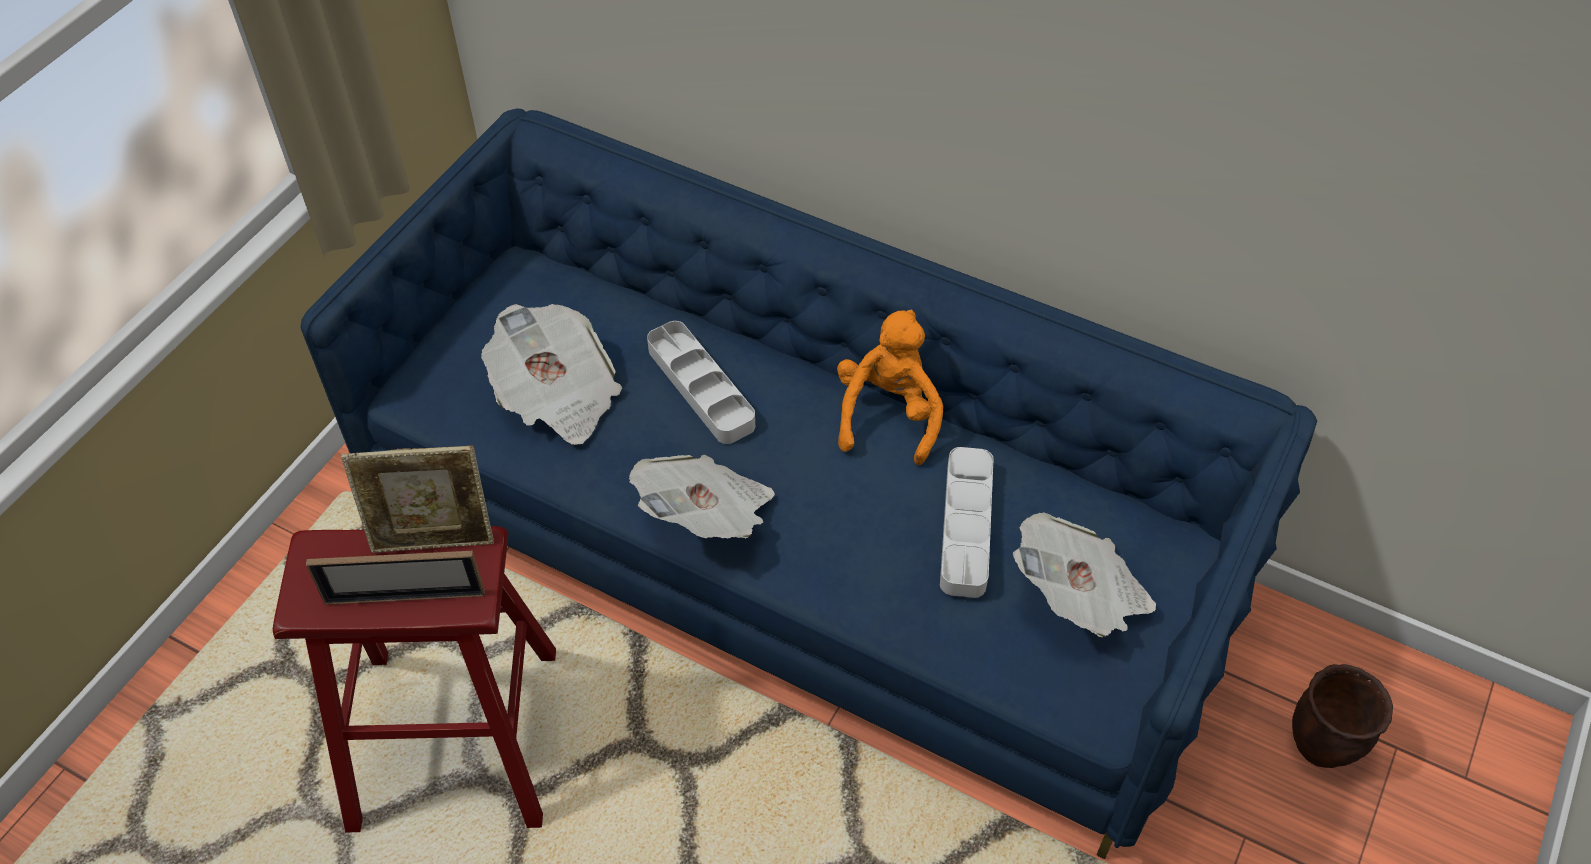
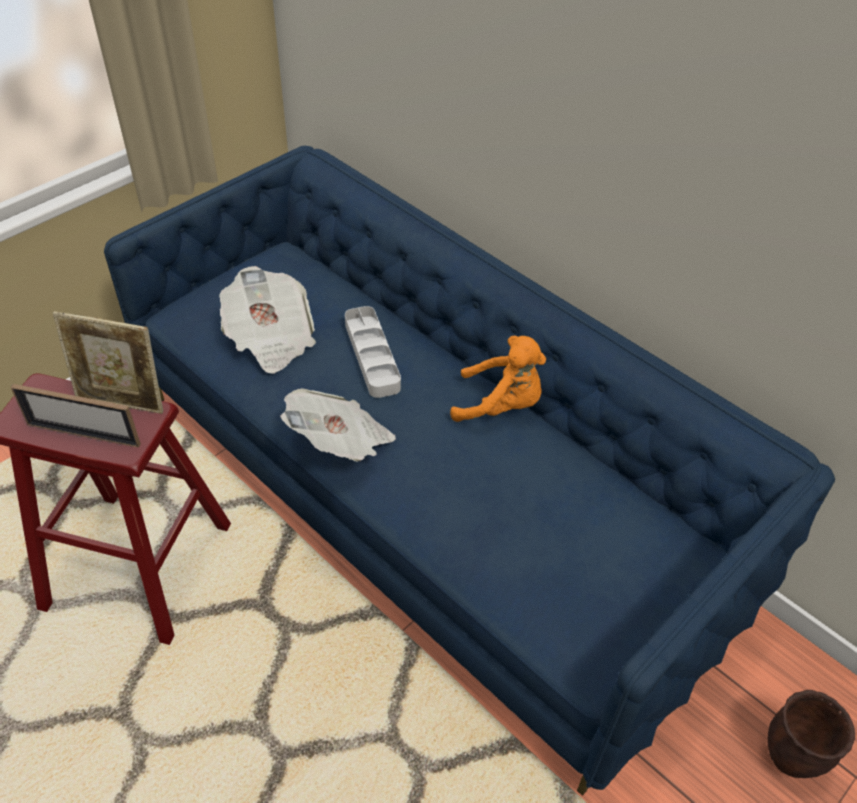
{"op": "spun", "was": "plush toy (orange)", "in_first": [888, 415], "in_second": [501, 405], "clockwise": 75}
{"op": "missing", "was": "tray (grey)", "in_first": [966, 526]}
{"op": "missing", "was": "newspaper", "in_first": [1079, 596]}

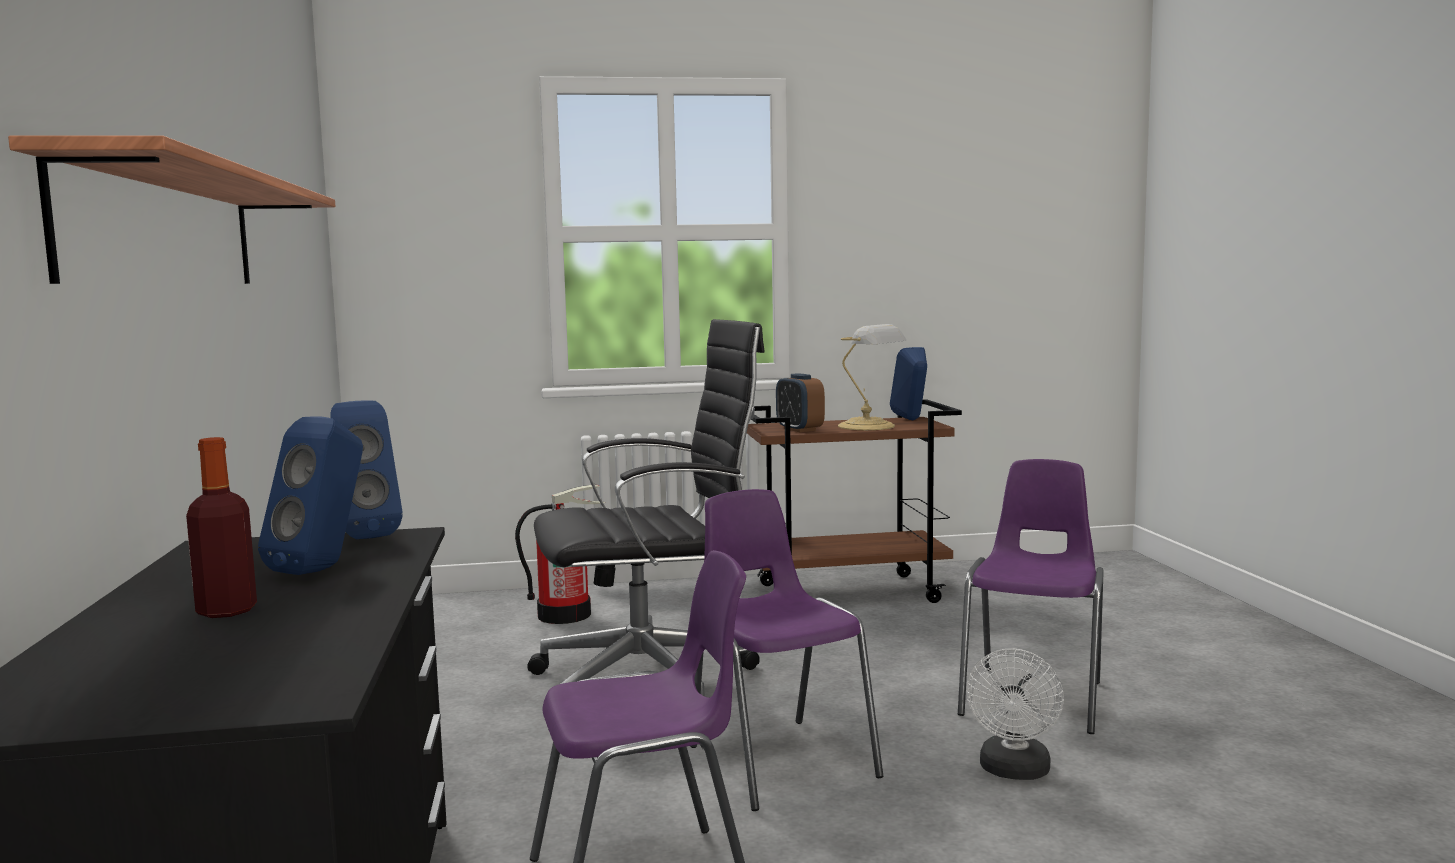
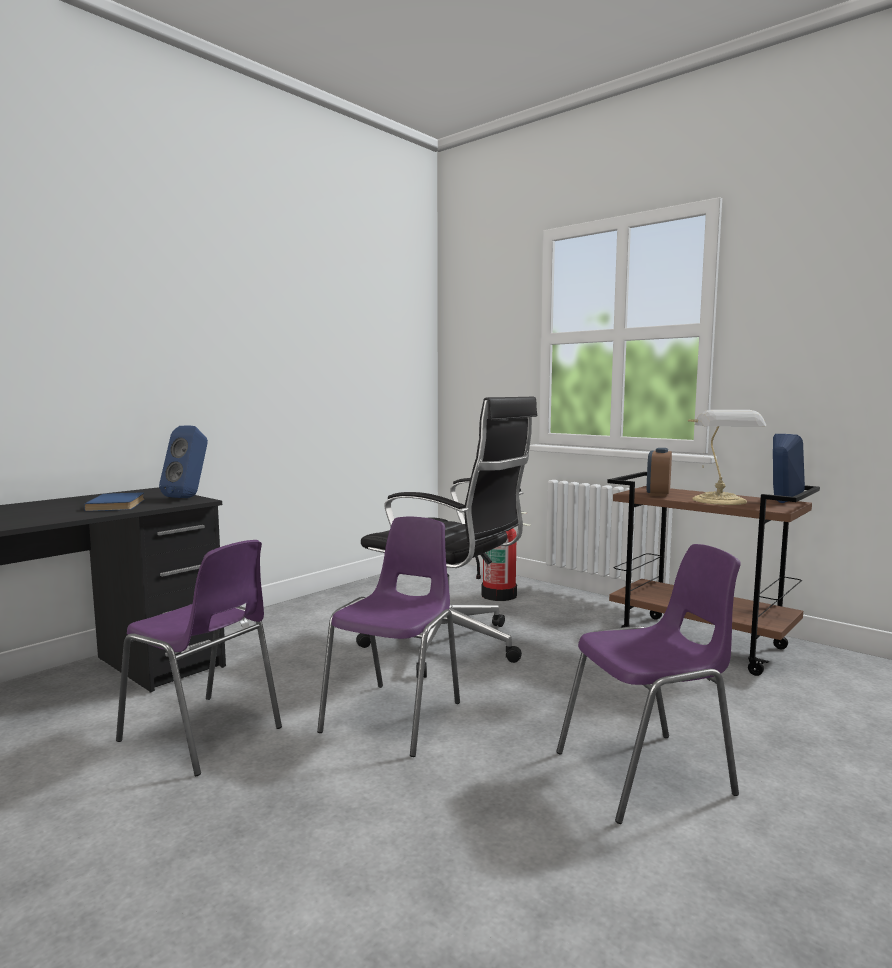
{"op": "missing", "was": "shelf", "in_first": [166, 230]}
{"op": "missing", "was": "bottle", "in_first": [227, 611]}
{"op": "exchanged", "was": "speaker (blue)", "now": "book (blue)", "in_first": [323, 569], "in_second": [118, 505]}
{"op": "missing", "was": "fan (white)", "in_first": [1014, 772]}

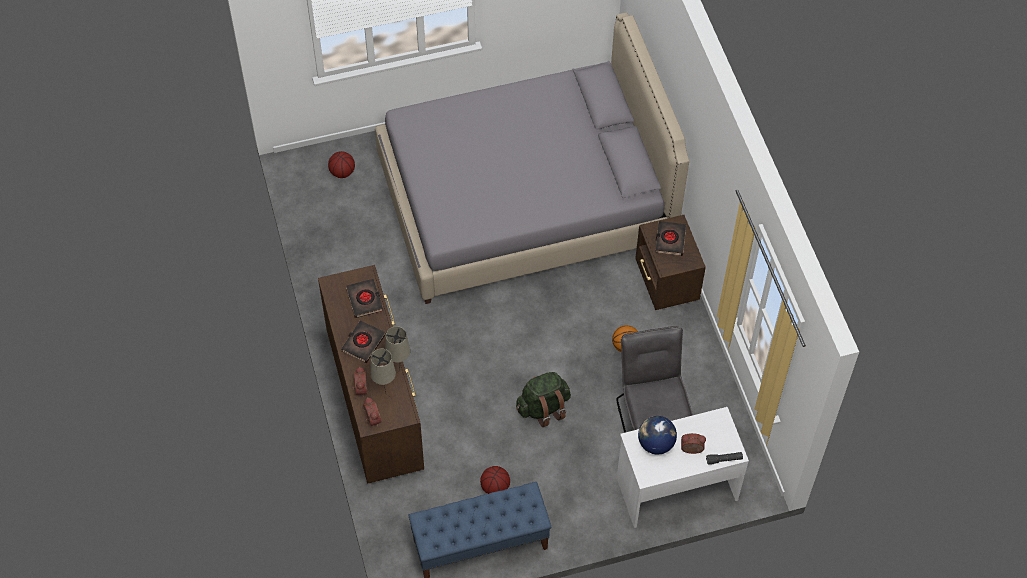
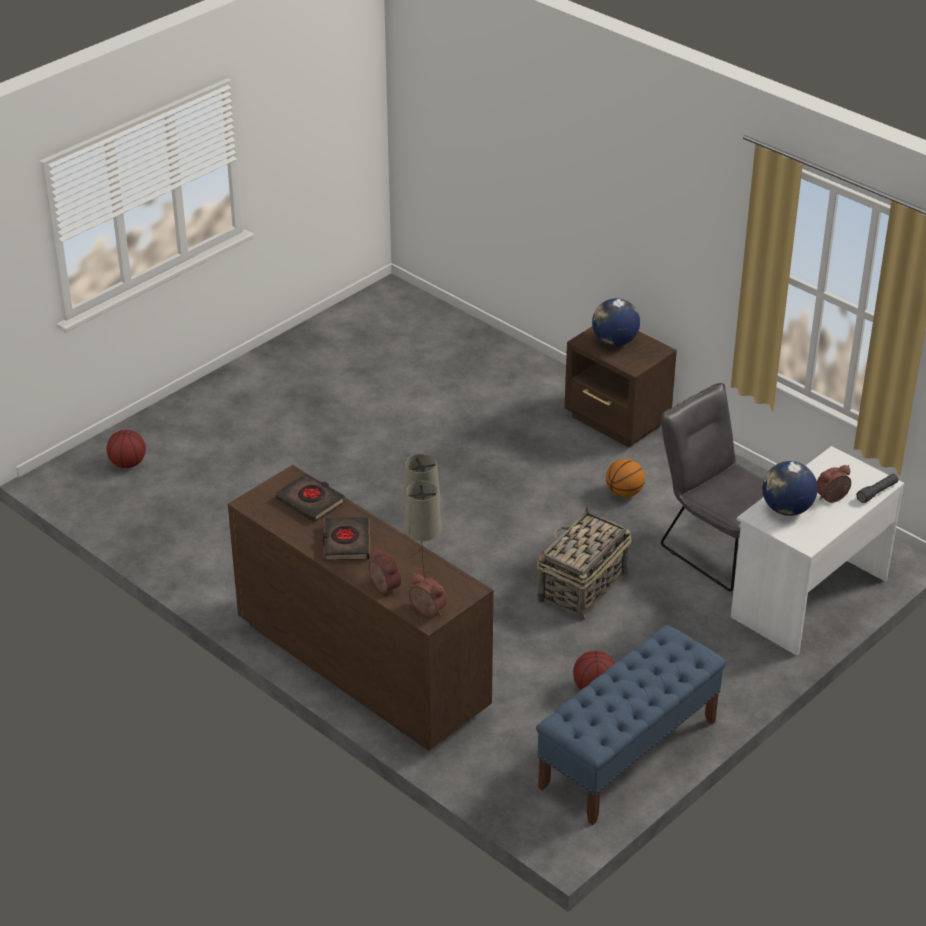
{"op": "missing", "was": "bed (grey)", "in_first": [525, 201]}
{"op": "exchanged", "was": "backpack (green)", "now": "basket", "in_first": [543, 408], "in_second": [581, 587]}
{"op": "exchanged", "was": "book (black)", "now": "globe", "in_first": [670, 240], "in_second": [614, 342]}

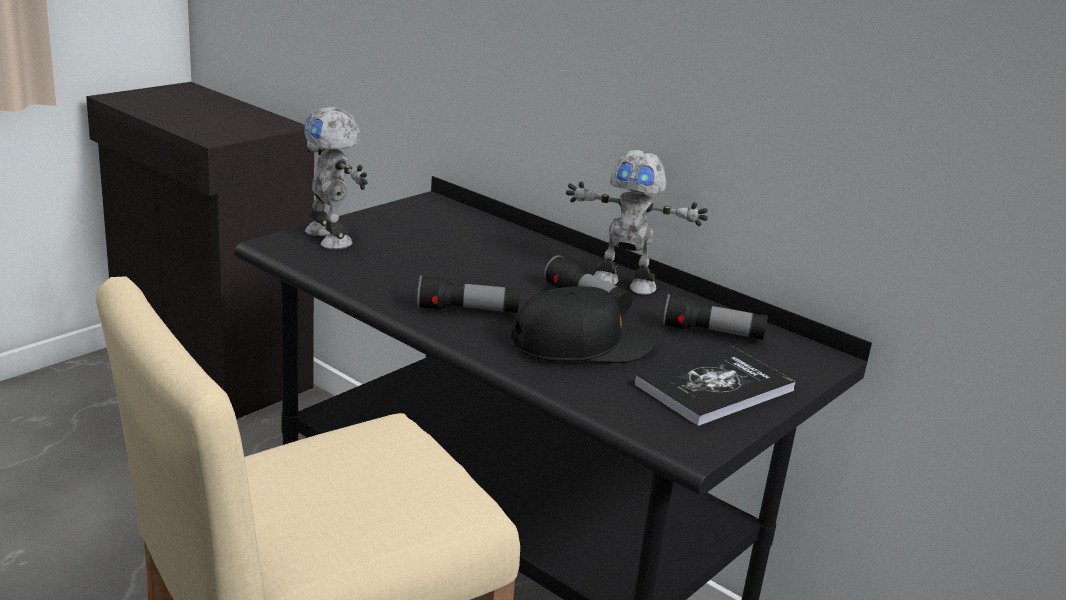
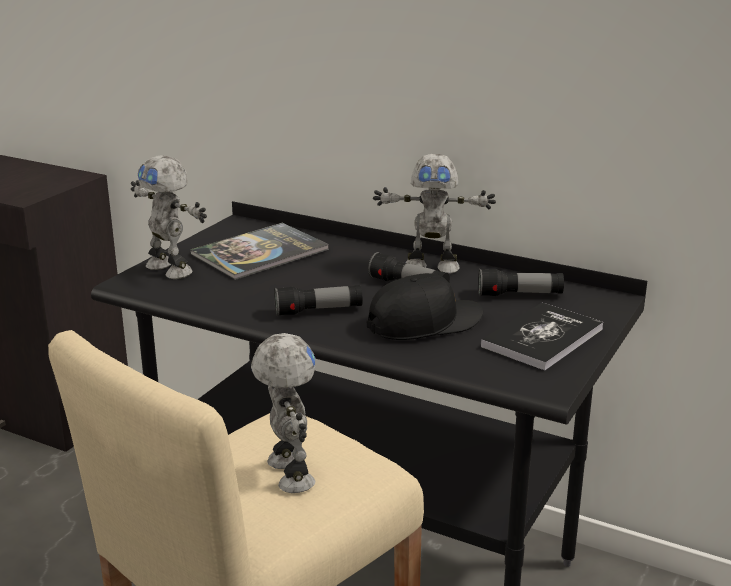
{"op": "appeared", "now": "book", "in_second": [260, 253]}
{"op": "appeared", "now": "toy robot", "in_second": [287, 474]}

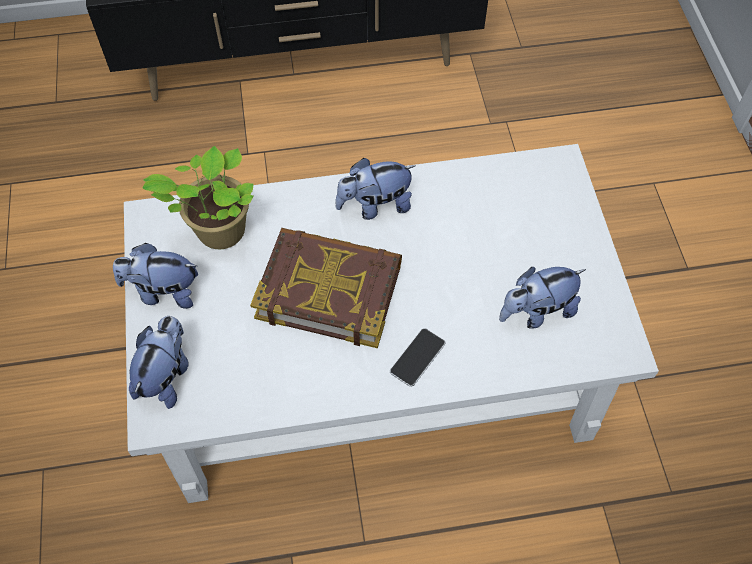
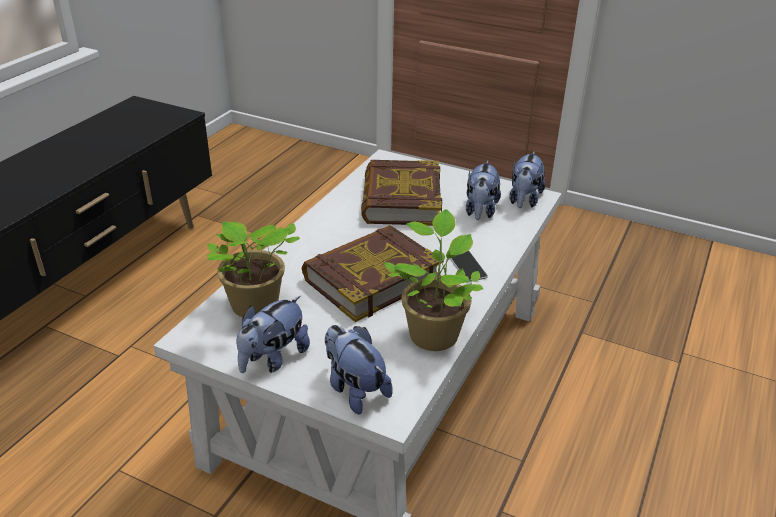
{"op": "relocated", "was": "plush toy", "in_first": [375, 206], "in_second": [524, 200]}
{"op": "appeared", "now": "book", "in_second": [401, 200]}
{"op": "appeared", "now": "potted plant", "in_second": [433, 333]}

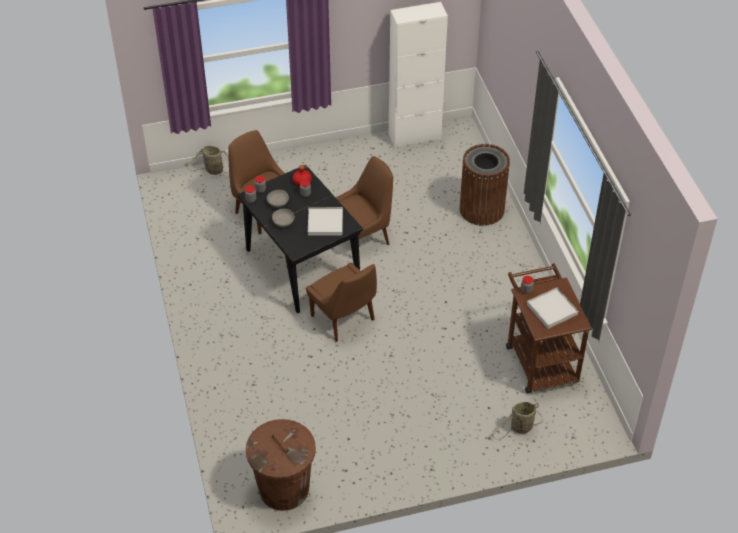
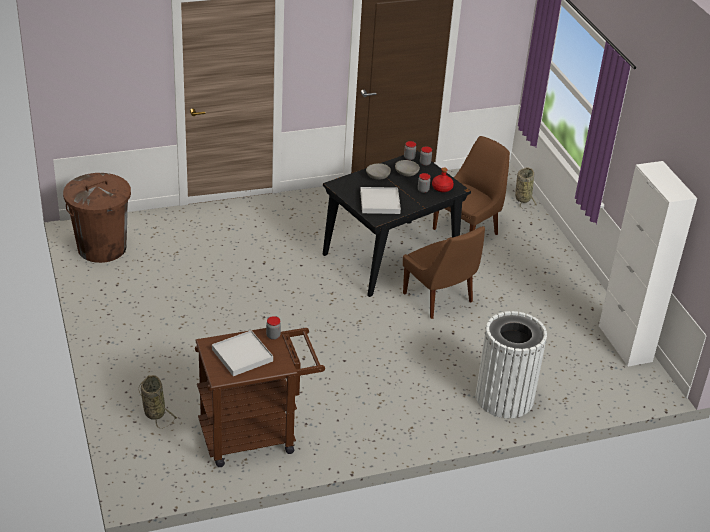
{"op": "missing", "was": "chair (brown)", "in_first": [344, 319]}
{"op": "colour", "was": "trash can (brown)", "now": "trash can (white)", "in_first": [482, 209], "in_second": [504, 398]}

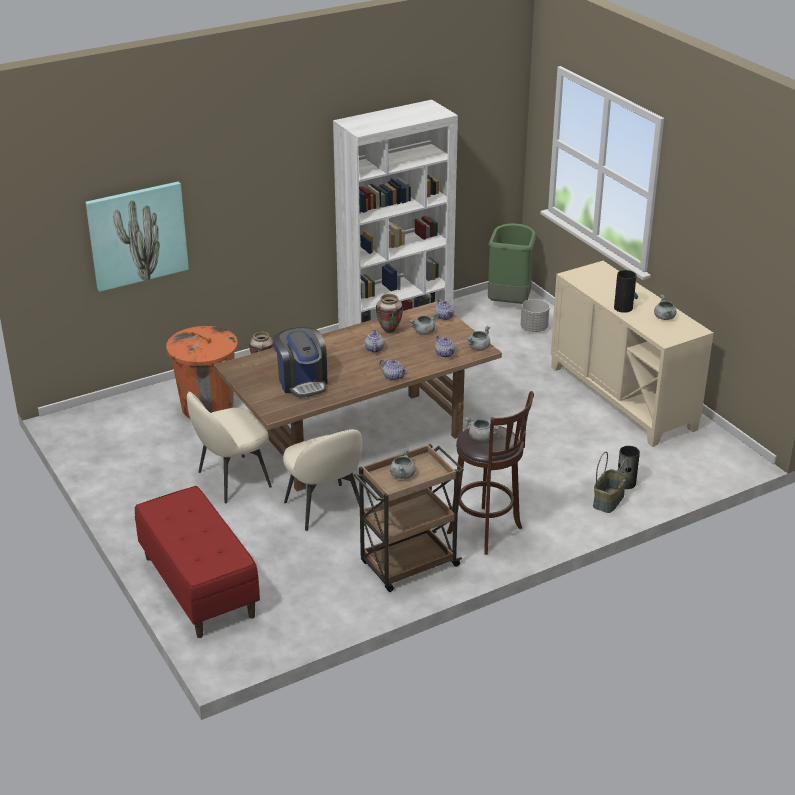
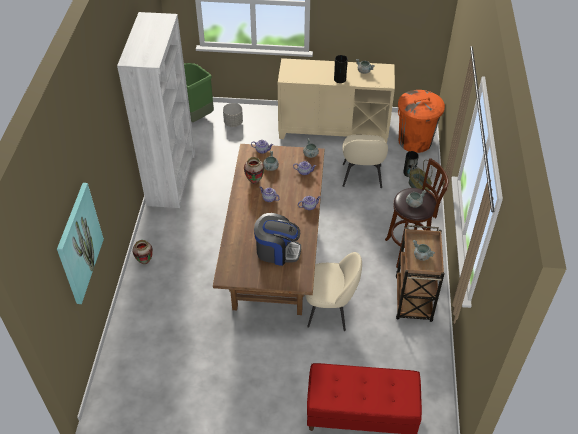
{"op": "relocated", "was": "trash can (orange)", "in_first": [207, 407], "in_second": [415, 141]}
{"op": "relocated", "was": "chair (beige)", "in_first": [232, 480], "in_second": [362, 177]}

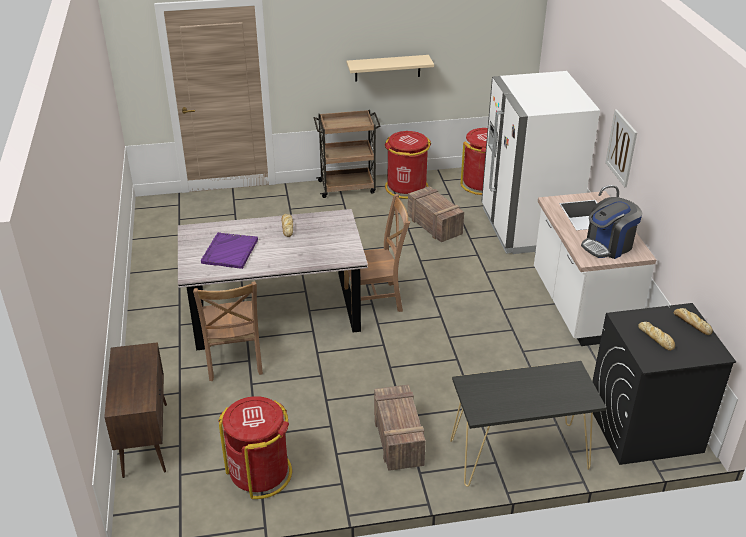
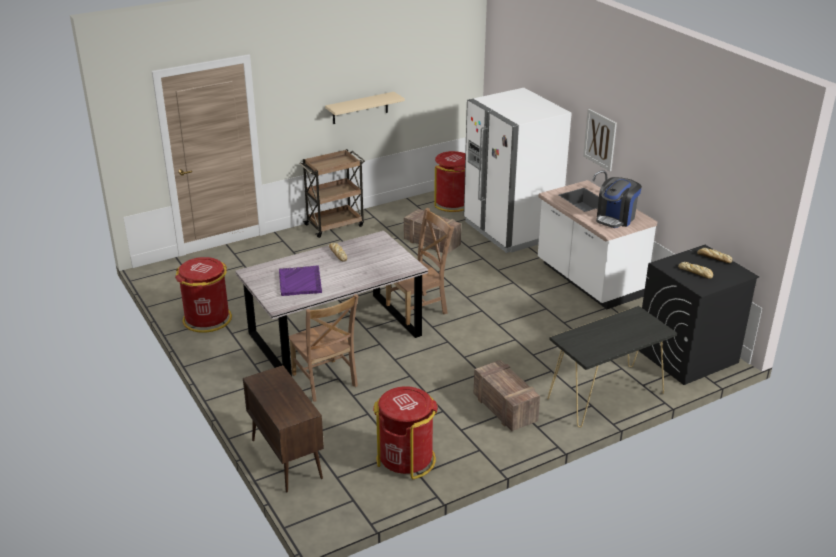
{"op": "relocated", "was": "trash can (red)", "in_first": [406, 187], "in_second": [207, 319]}

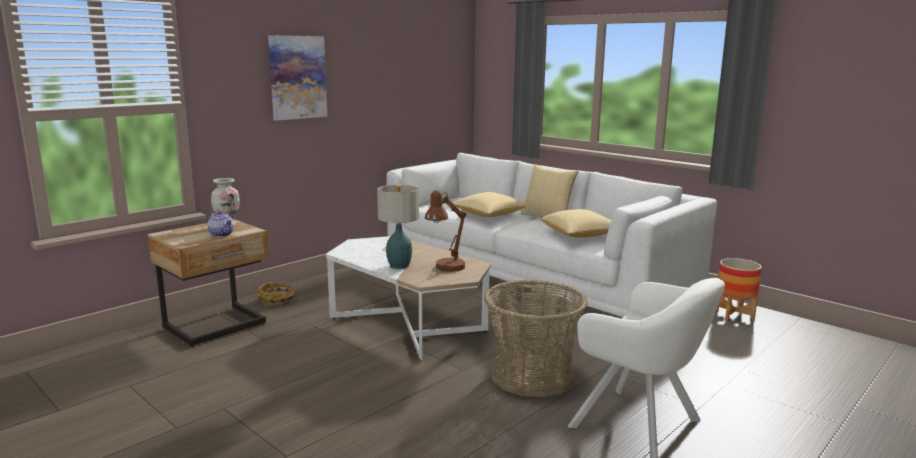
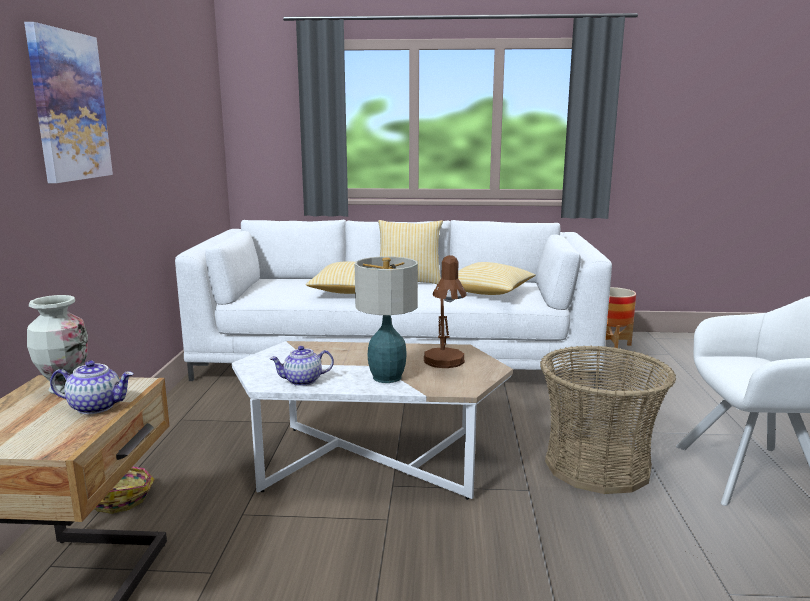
{"op": "appeared", "now": "teapot", "in_second": [302, 381]}

